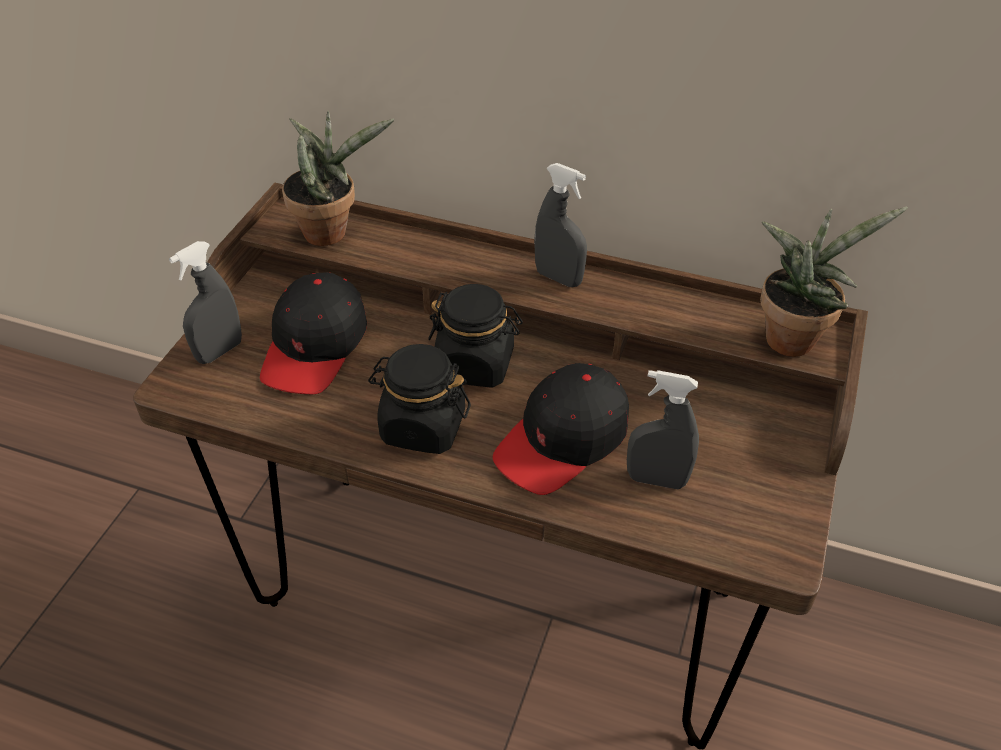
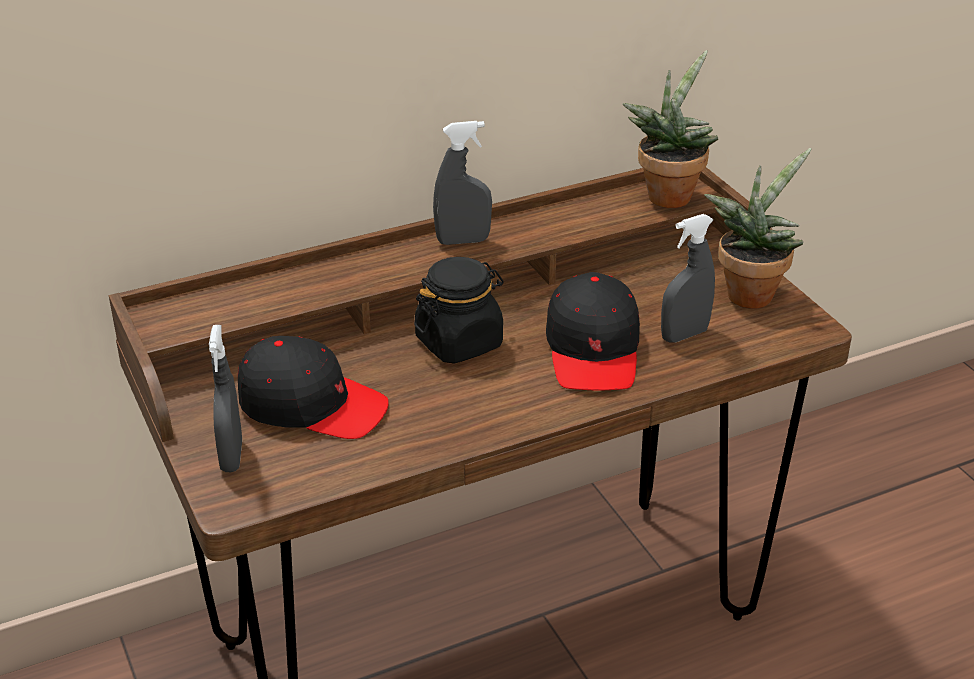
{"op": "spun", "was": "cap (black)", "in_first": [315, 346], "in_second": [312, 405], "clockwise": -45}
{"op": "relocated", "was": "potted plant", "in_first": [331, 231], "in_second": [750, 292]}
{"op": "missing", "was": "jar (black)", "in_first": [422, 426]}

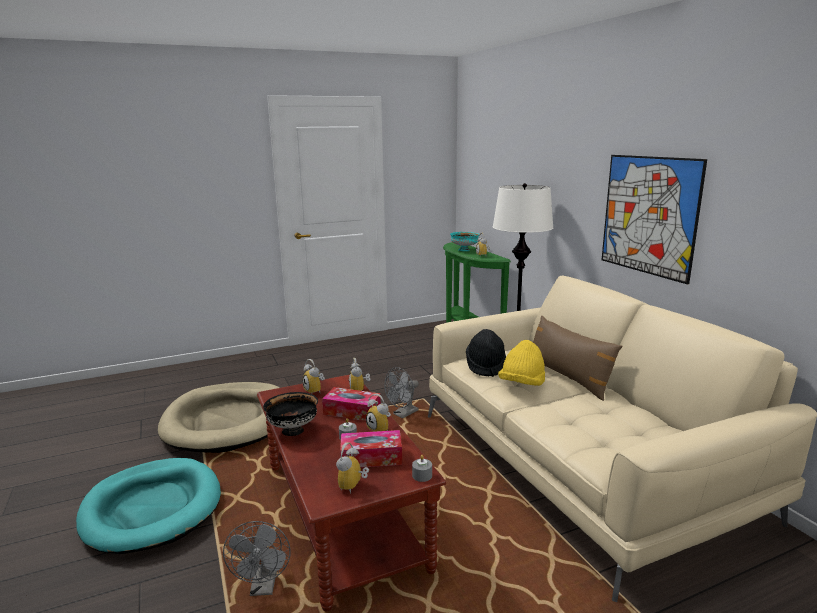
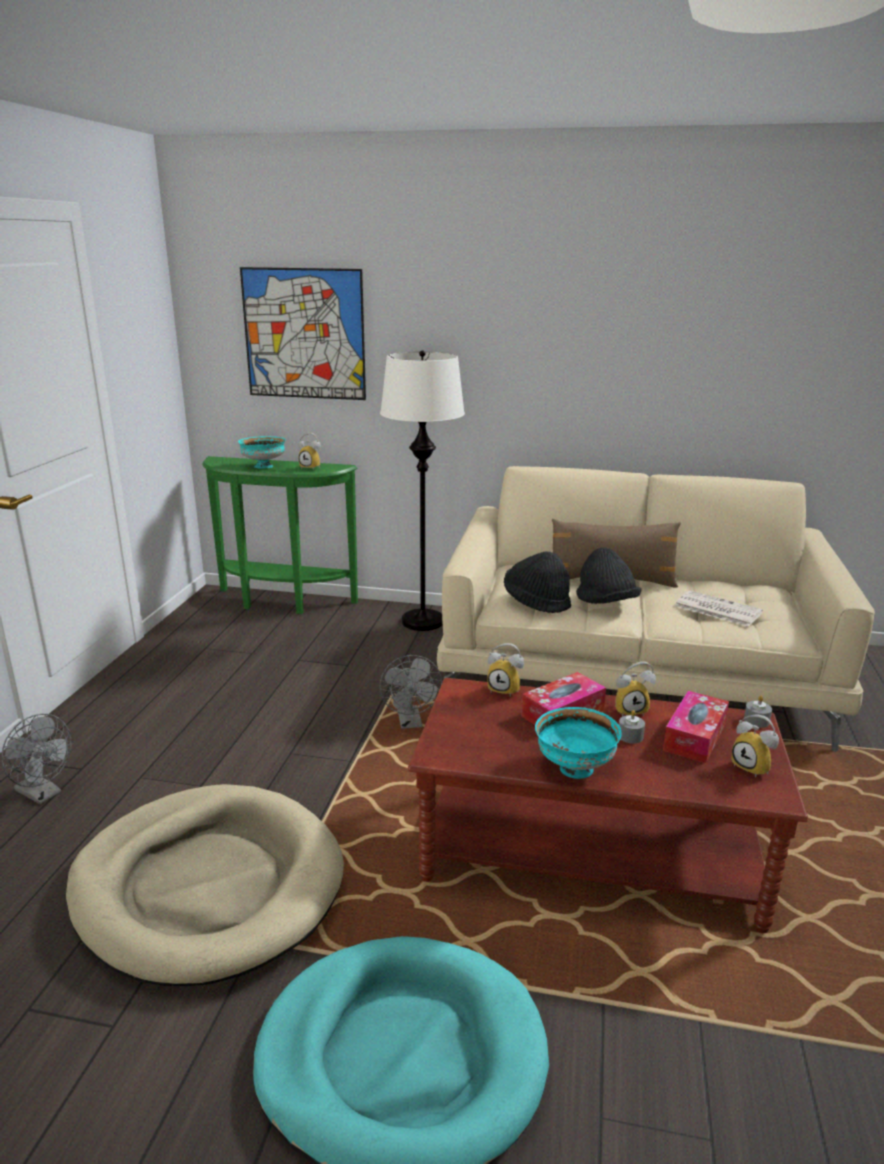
{"op": "relocated", "was": "fan (grey)", "in_first": [264, 587], "in_second": [43, 794]}
{"op": "colour", "was": "bowl (black)", "now": "bowl (turquoise)", "in_first": [292, 430], "in_second": [574, 769]}
{"op": "missing", "was": "alarm clock", "in_first": [316, 391]}
{"op": "colour", "was": "hat (yellow)", "now": "hat (black)", "in_first": [522, 384], "in_second": [606, 603]}
{"op": "relocated", "was": "picture", "in_first": [648, 215], "in_second": [304, 334]}
{"op": "appeared", "now": "newspaper", "in_second": [716, 609]}

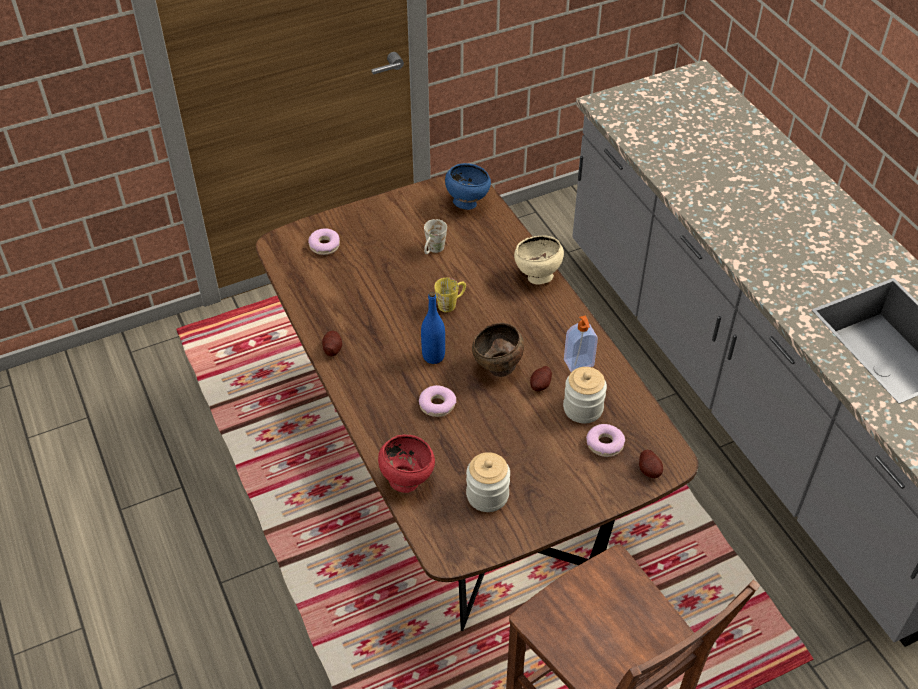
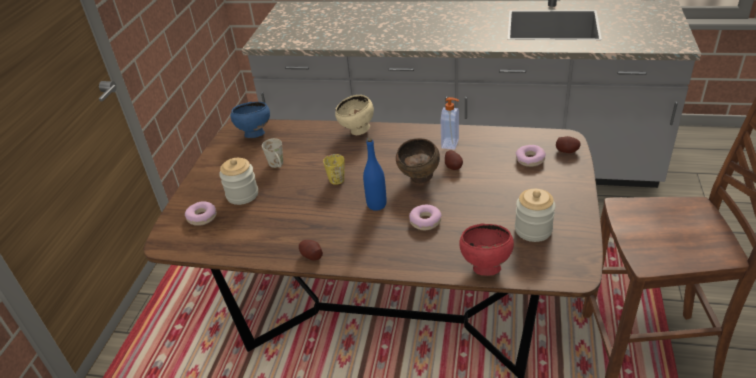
{"op": "relocated", "was": "jar", "in_first": [583, 408], "in_second": [242, 195]}

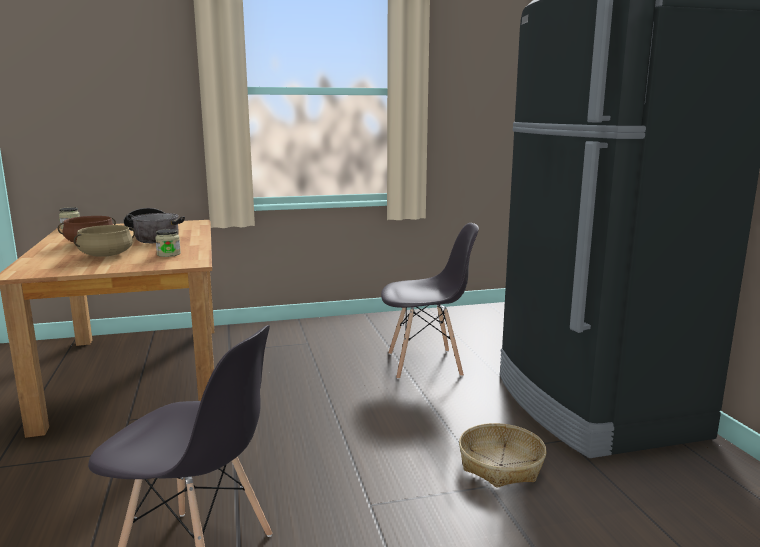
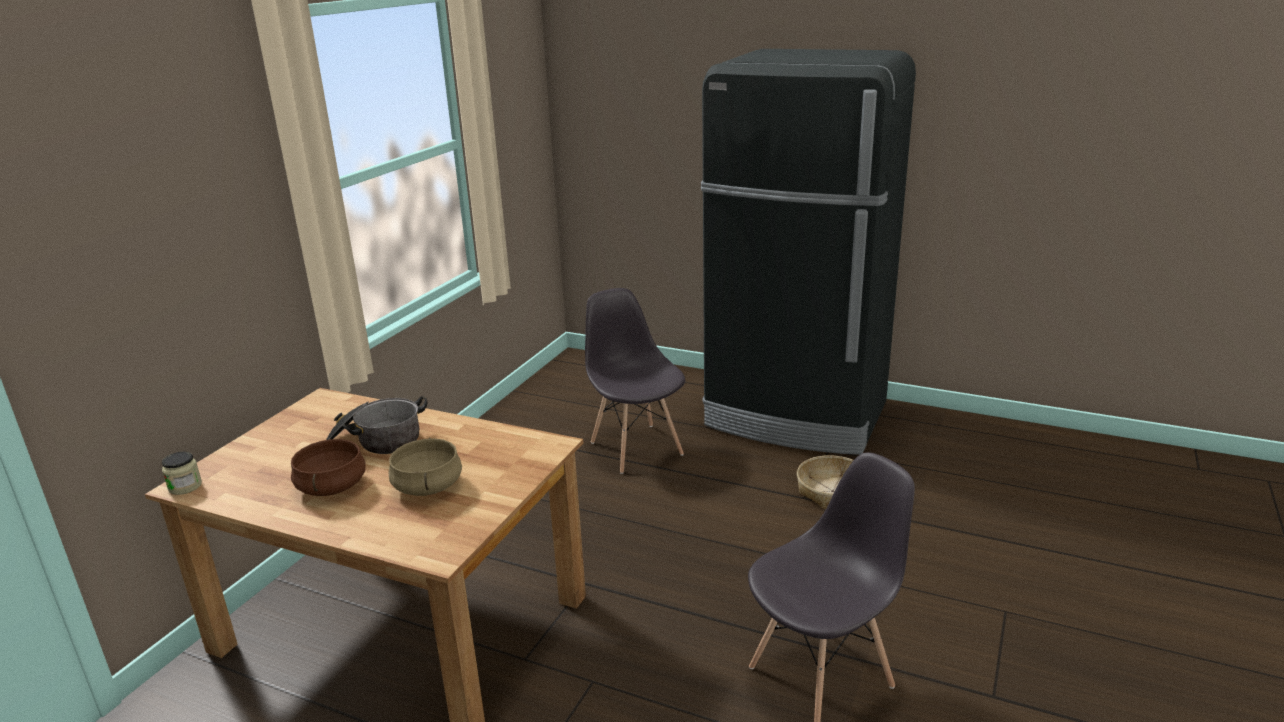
{"op": "missing", "was": "jar", "in_first": [168, 254]}
{"op": "spun", "was": "chair (grey)", "in_first": [425, 364], "in_second": [636, 447], "clockwise": -60}

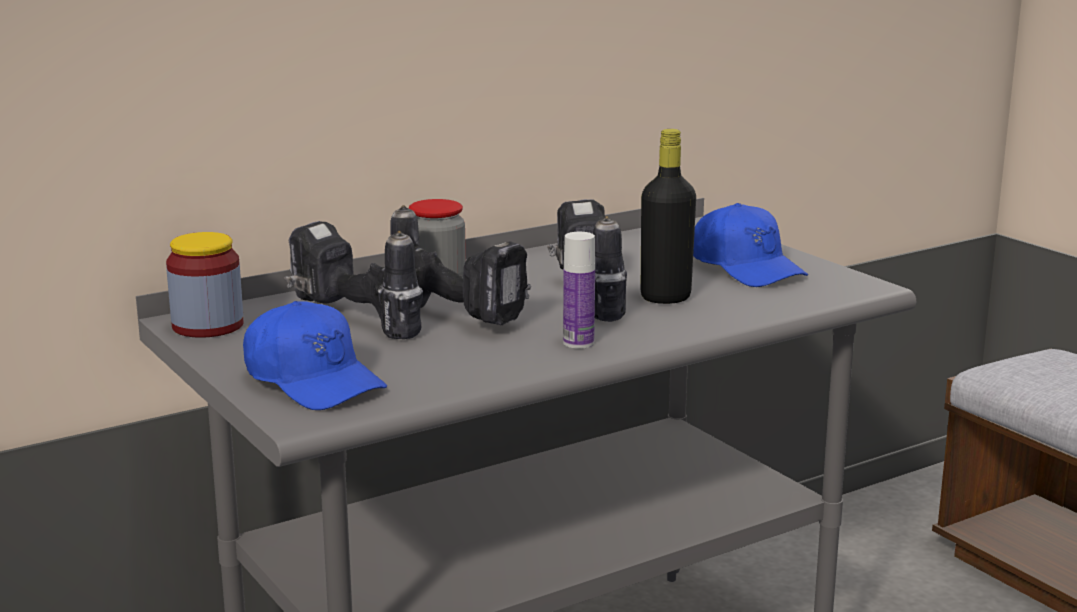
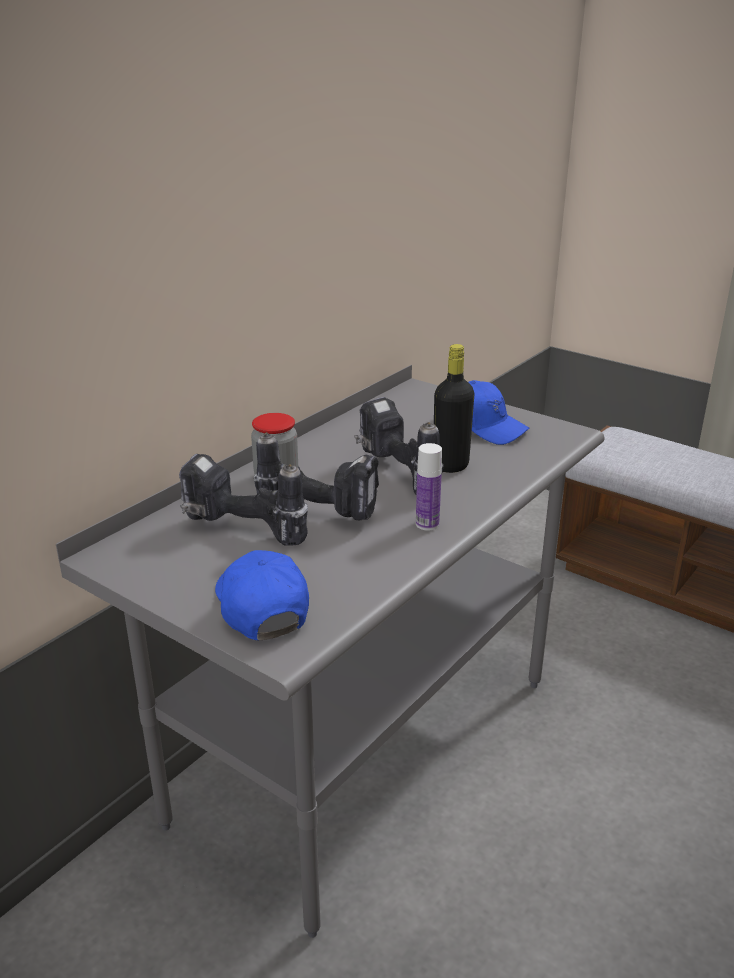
{"op": "missing", "was": "jar", "in_first": [208, 326]}
{"op": "spun", "was": "cap (blue)", "in_first": [313, 381], "in_second": [261, 606], "clockwise": -135}

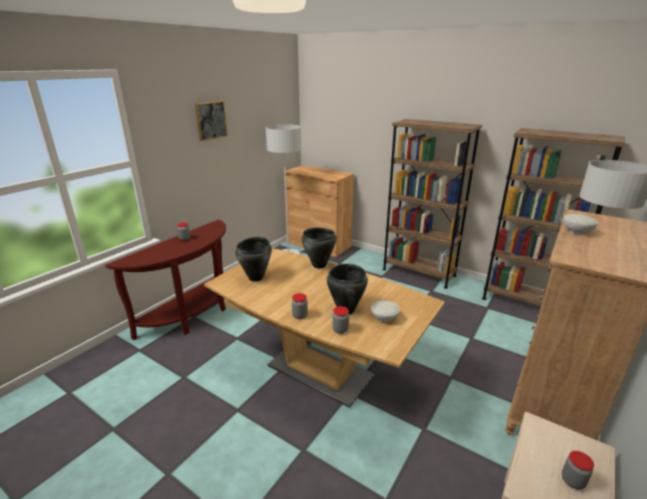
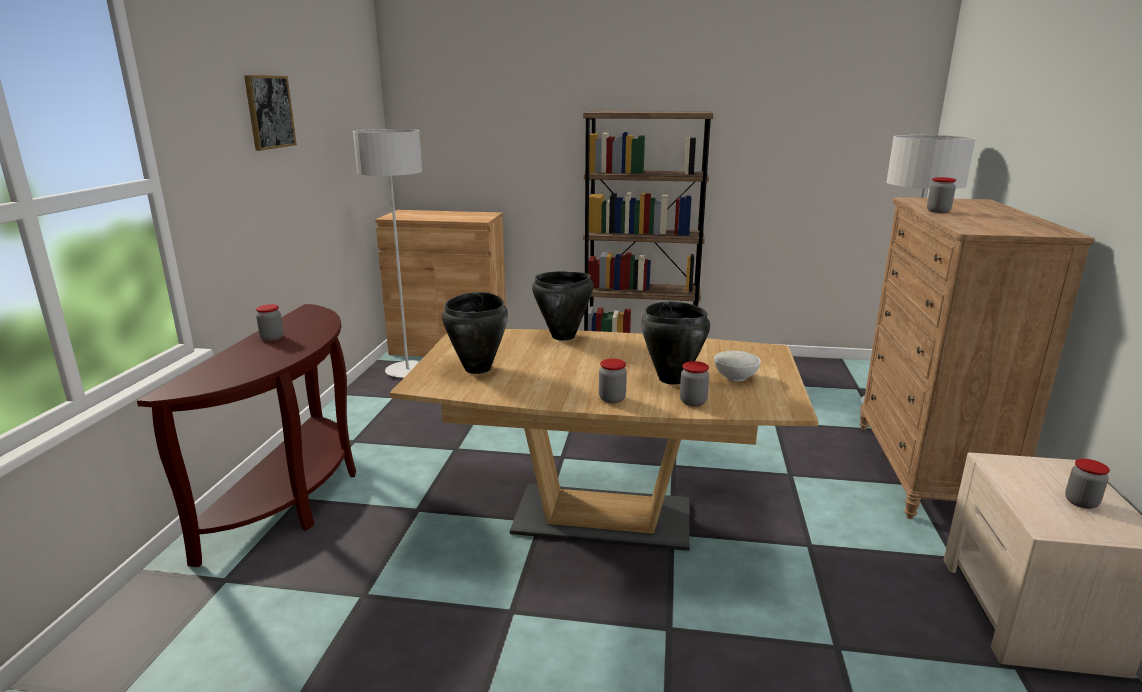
{"op": "missing", "was": "bookcase (brown)", "in_first": [525, 303]}
{"op": "exchanged", "was": "bowl (white)", "now": "jar", "in_first": [576, 231], "in_second": [938, 211]}

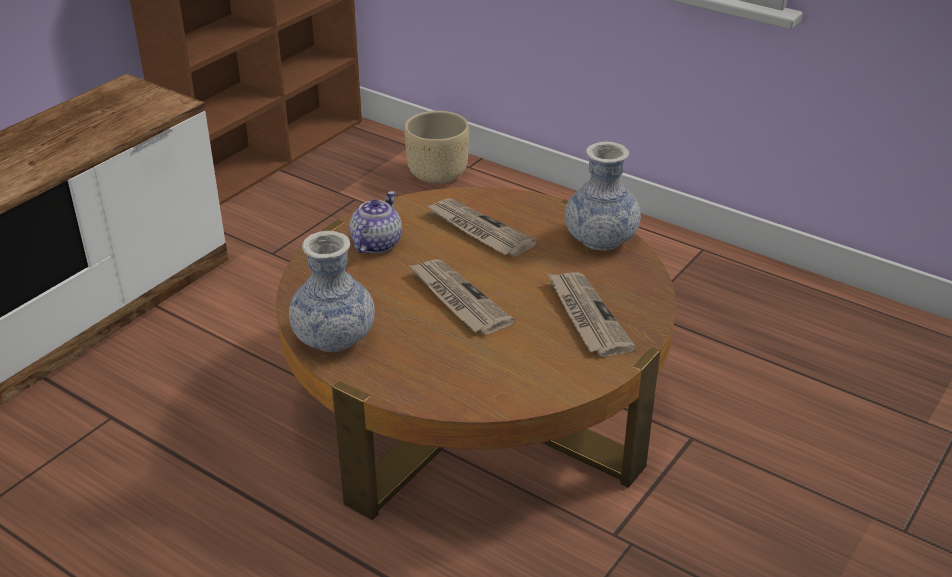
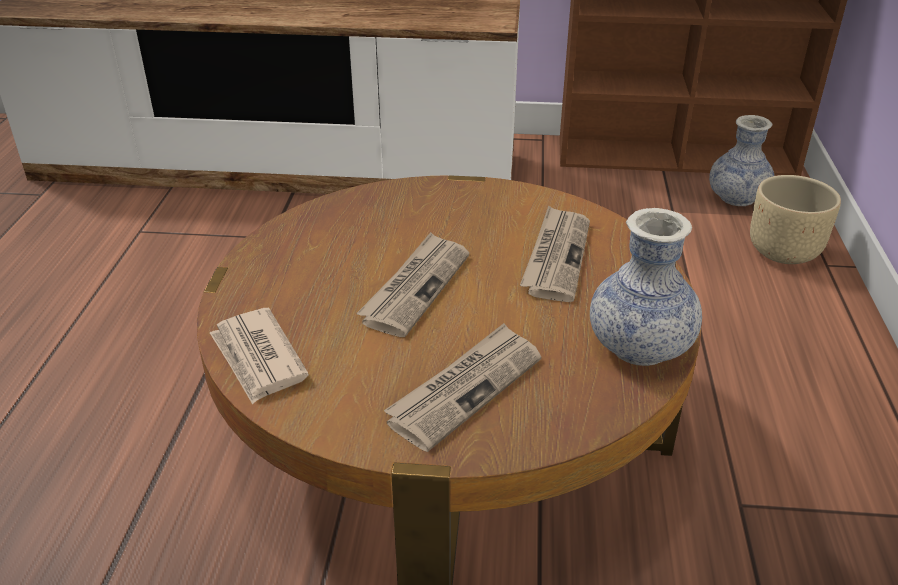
{"op": "relocated", "was": "vase", "in_first": [334, 338], "in_second": [737, 198]}
{"op": "missing", "was": "teapot", "in_first": [376, 243]}
{"op": "appeared", "now": "newspaper", "in_second": [258, 358]}

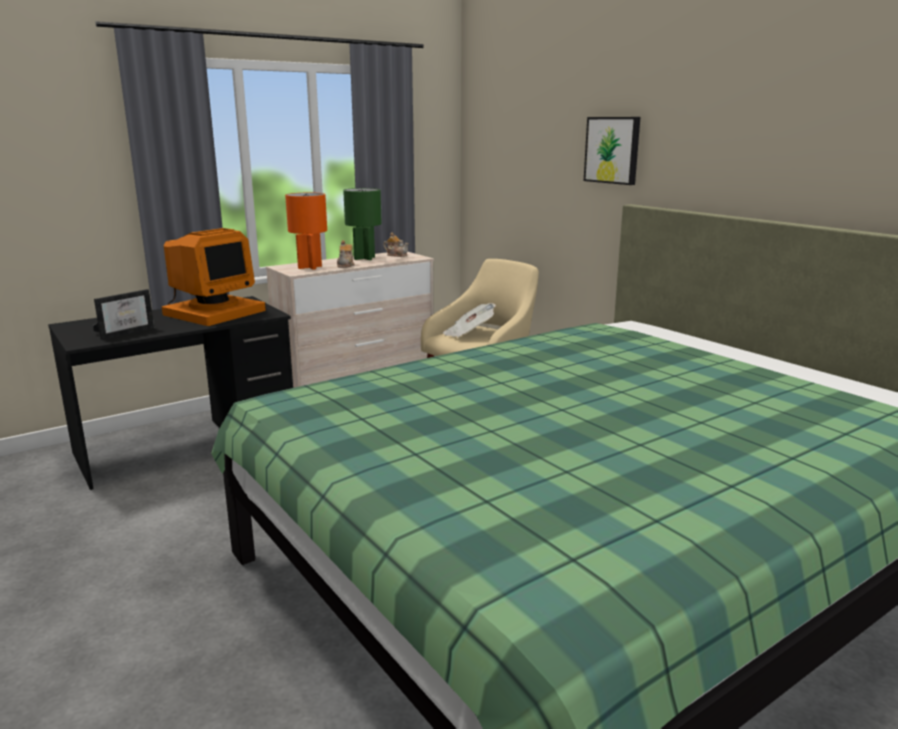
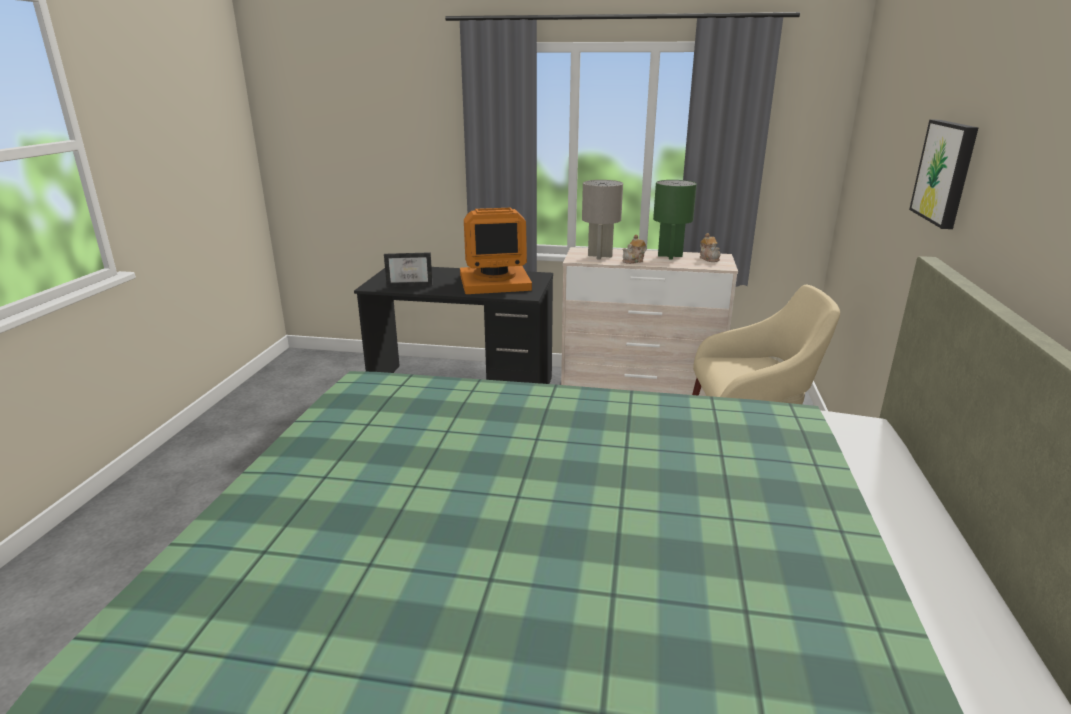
{"op": "colour", "was": "table lamp (orange)", "now": "table lamp (grey)", "in_first": [309, 267], "in_second": [599, 256]}
{"op": "missing", "was": "newspaper", "in_first": [469, 334]}

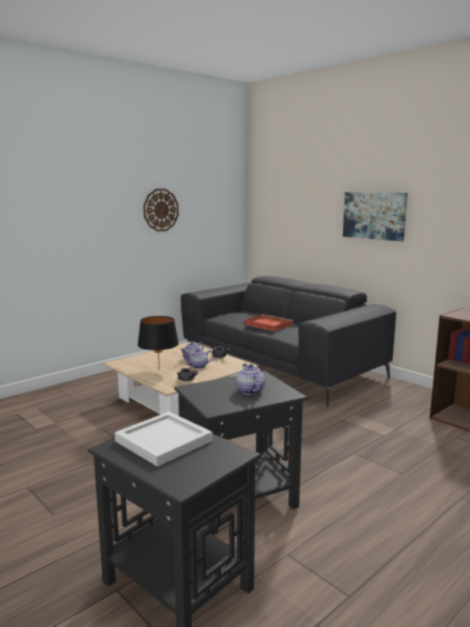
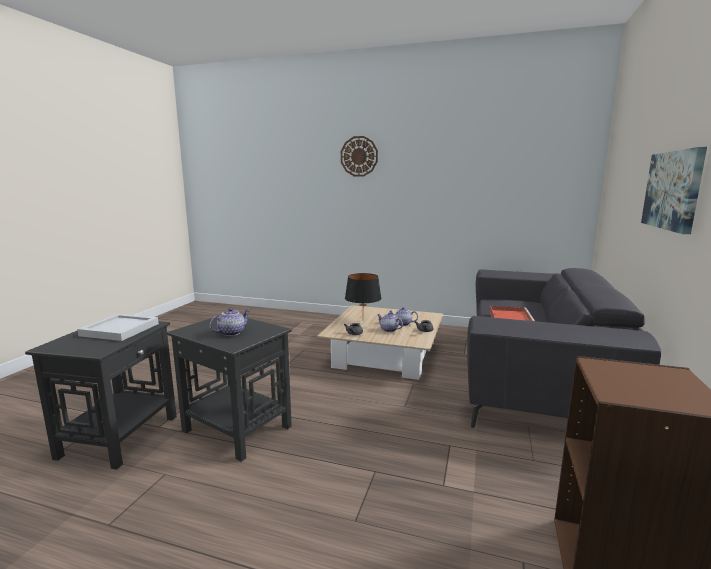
{"op": "relocated", "was": "wall clock", "in_first": [160, 210], "in_second": [359, 156]}

